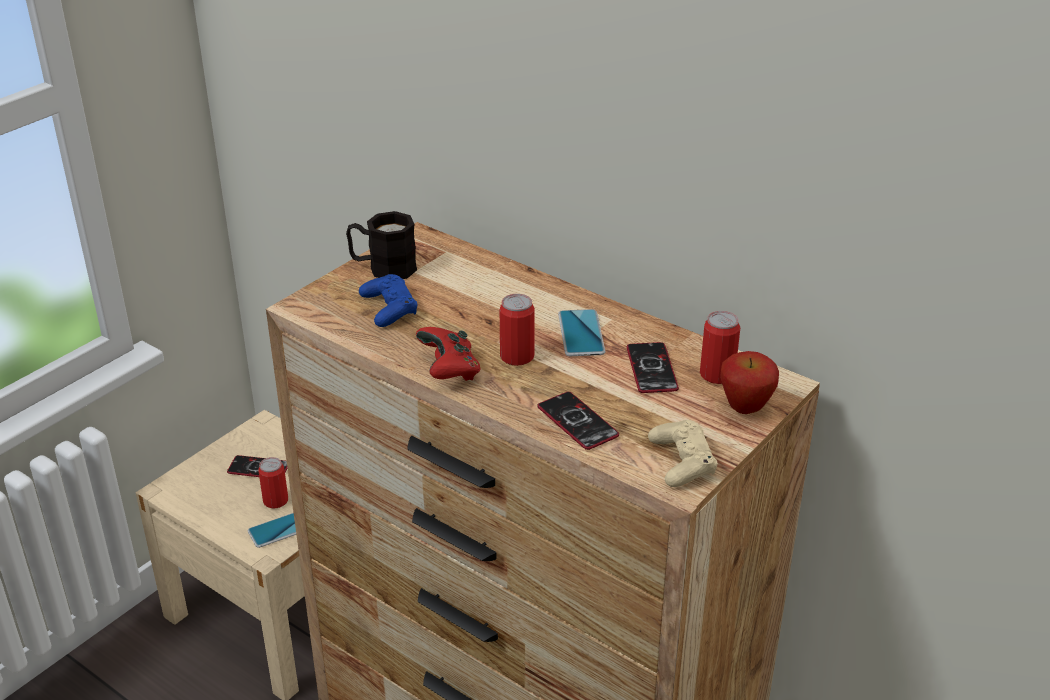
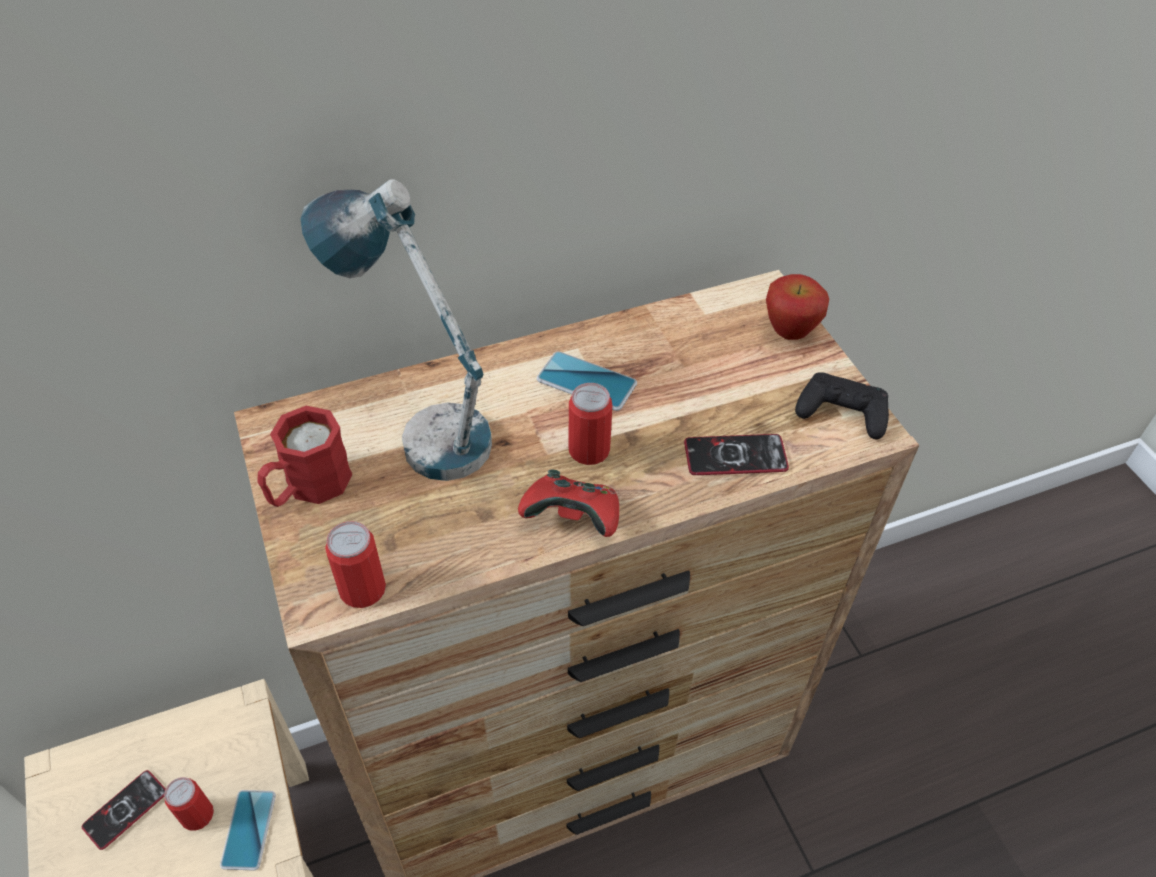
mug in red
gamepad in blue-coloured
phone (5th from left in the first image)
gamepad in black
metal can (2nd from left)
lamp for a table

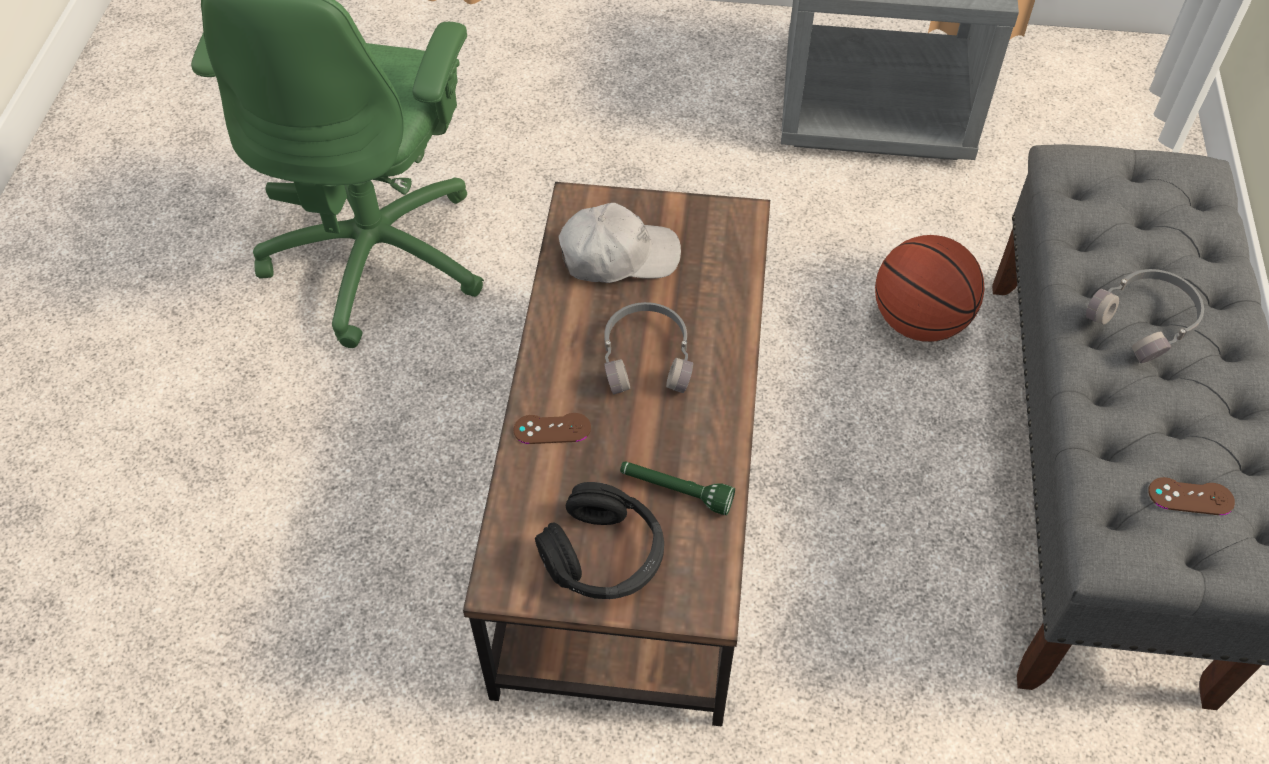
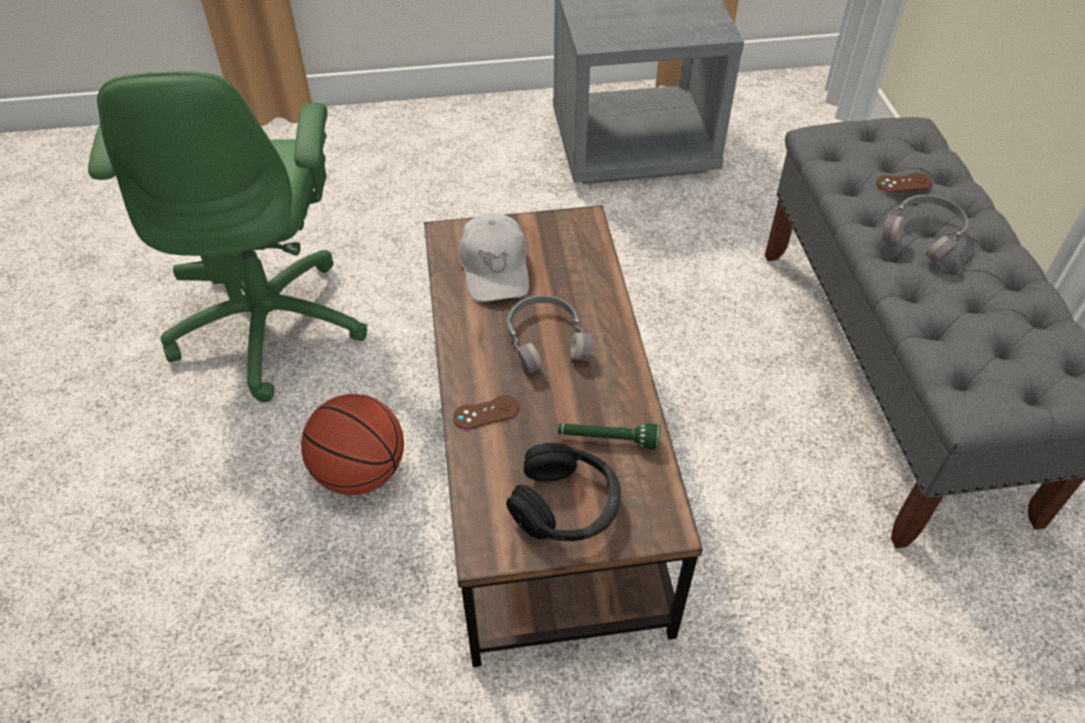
baseball cap in white-coloured
ball for basketball
gamepad in brownish (2nd from left)

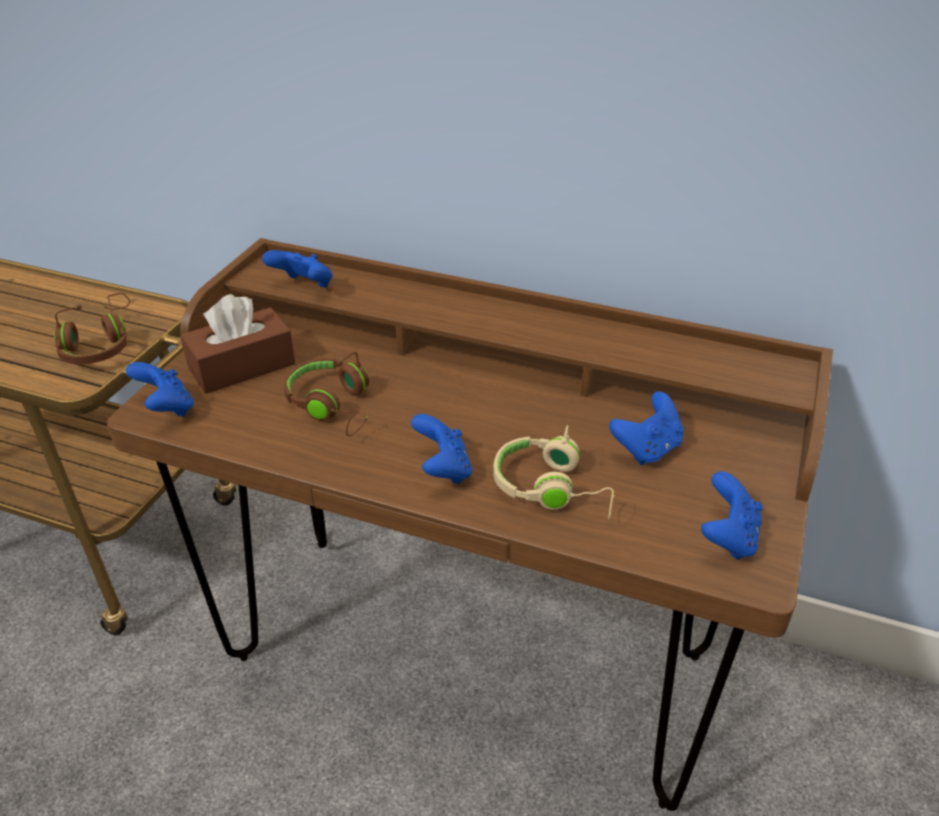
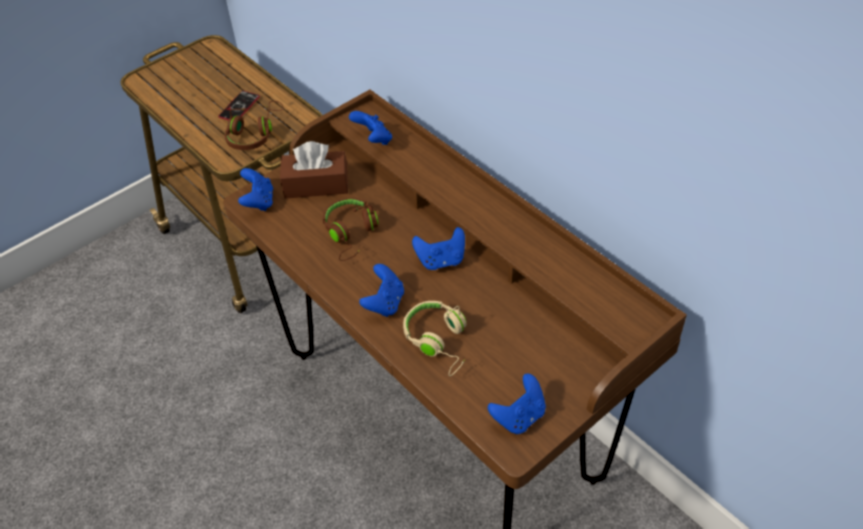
gamepad in blue-coloured (4th from left)
phone

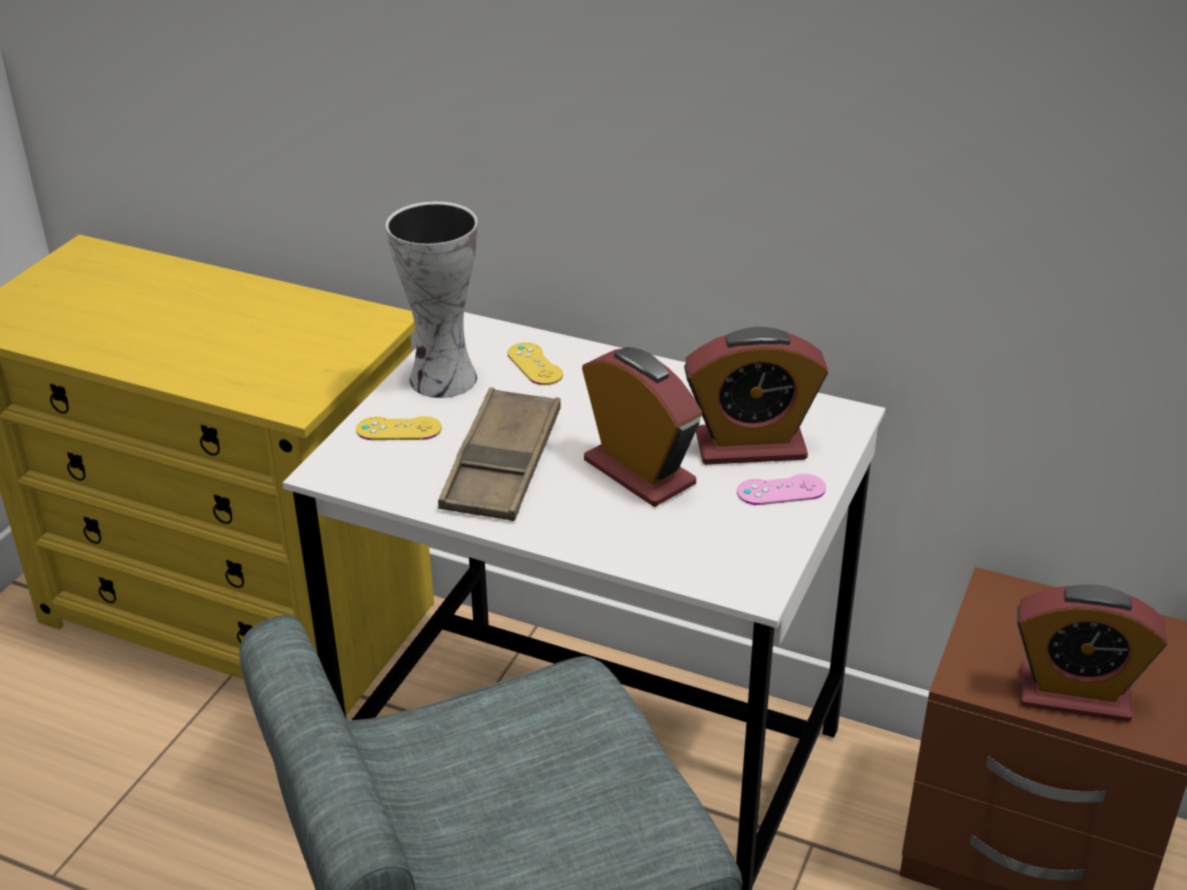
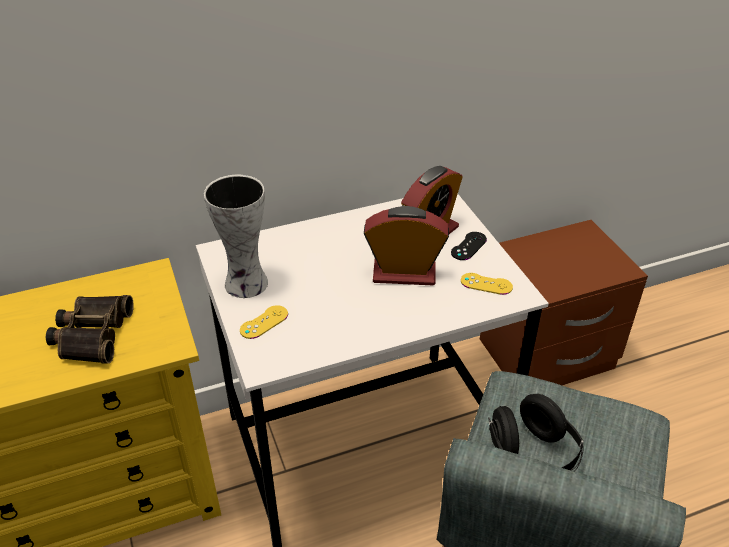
serving tray in brownish
gamepad in yellow-coloured (2nd from left)
gamepad in black
bedside clock (3rd from left in the first image)
pair of binoculars
headset in black

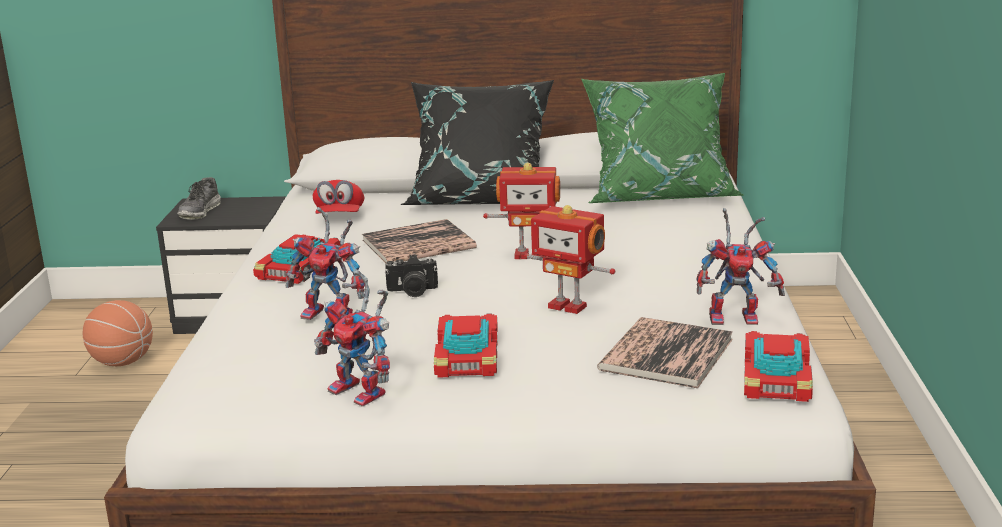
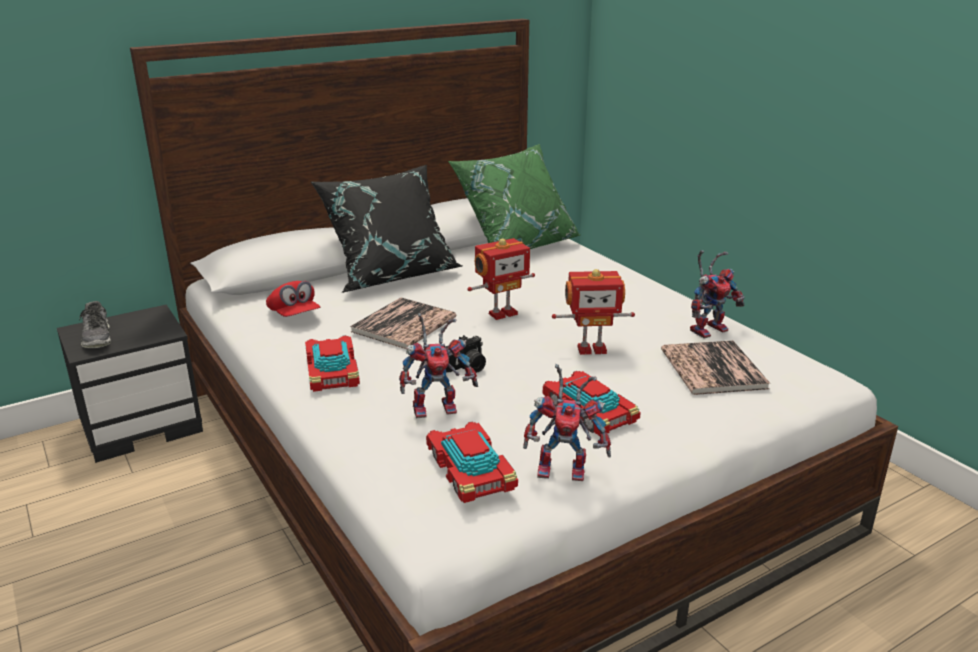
ball for basketball
toy car (2nd from left)

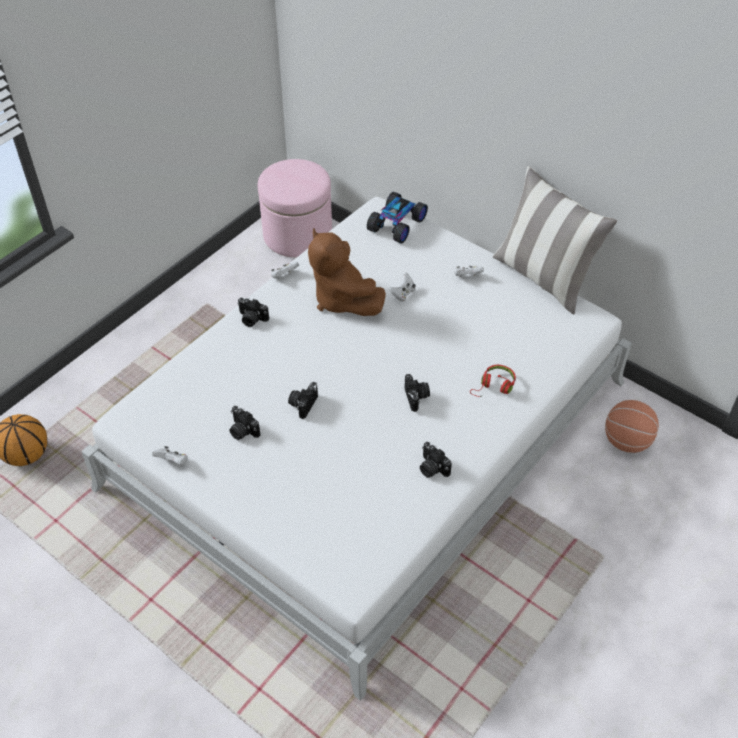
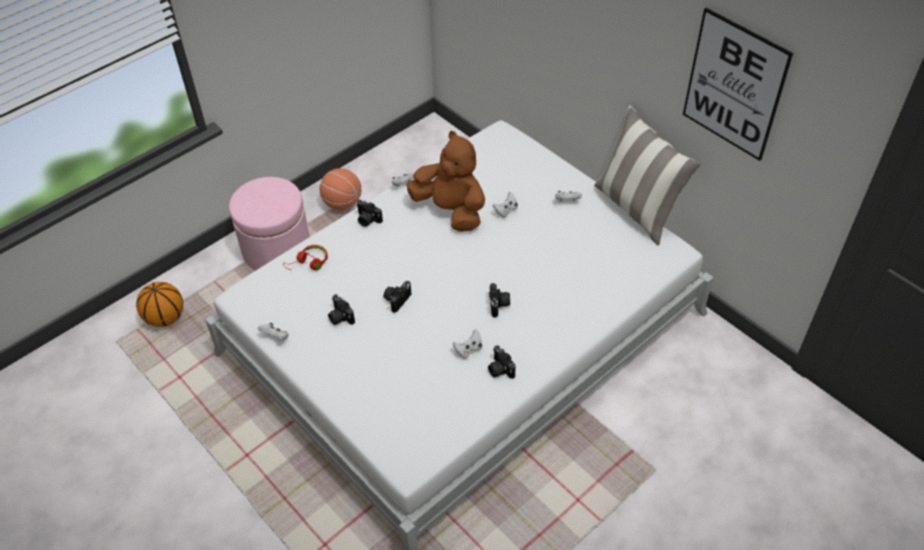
footrest in pink-coloured
cuddly toy in brownish
toy car
headset in red
ball for basketball (2nd from left)
gamepad in white-coloured (3rd from left)
wall art

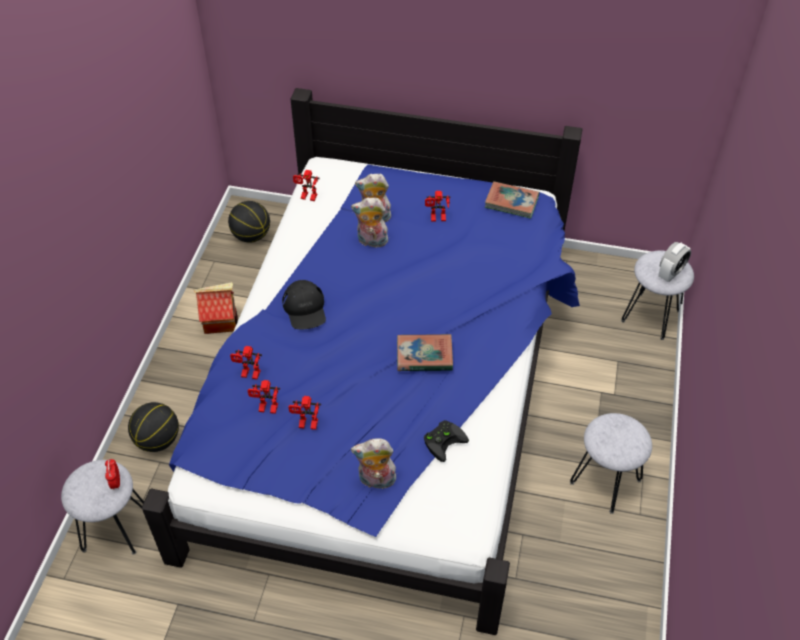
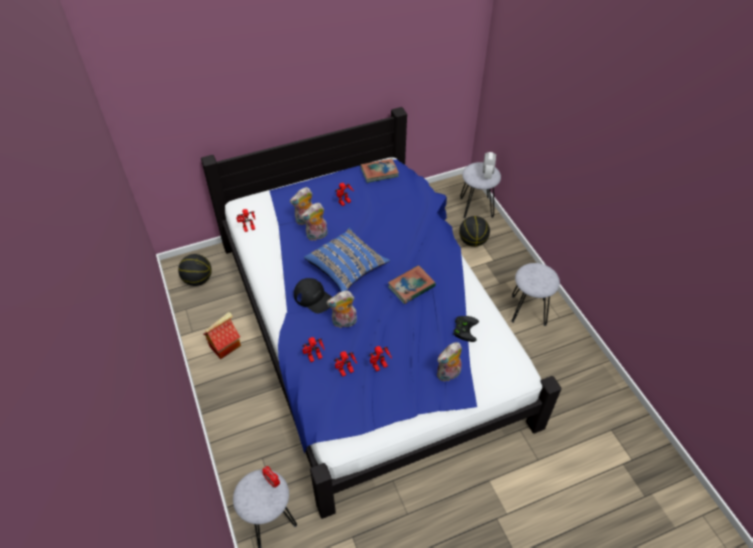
ball for basketball (2nd from left)
pillow in blue-coloured
cuddly toy (3rd from left)

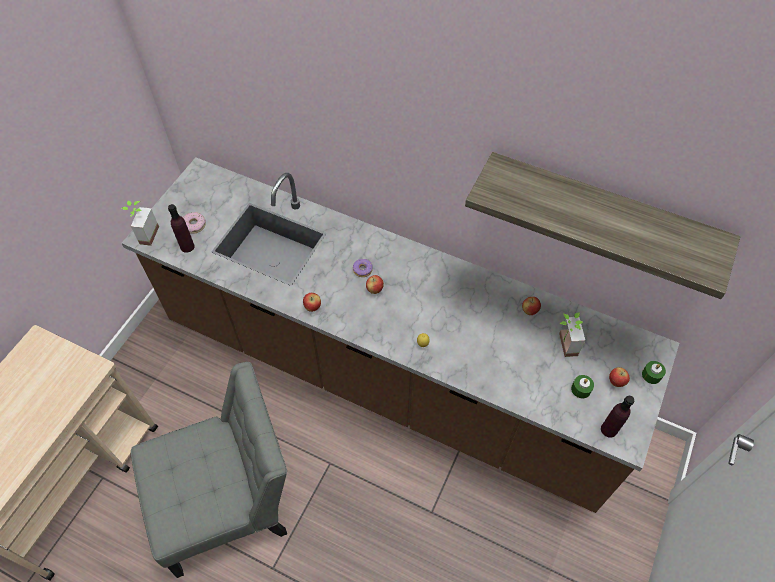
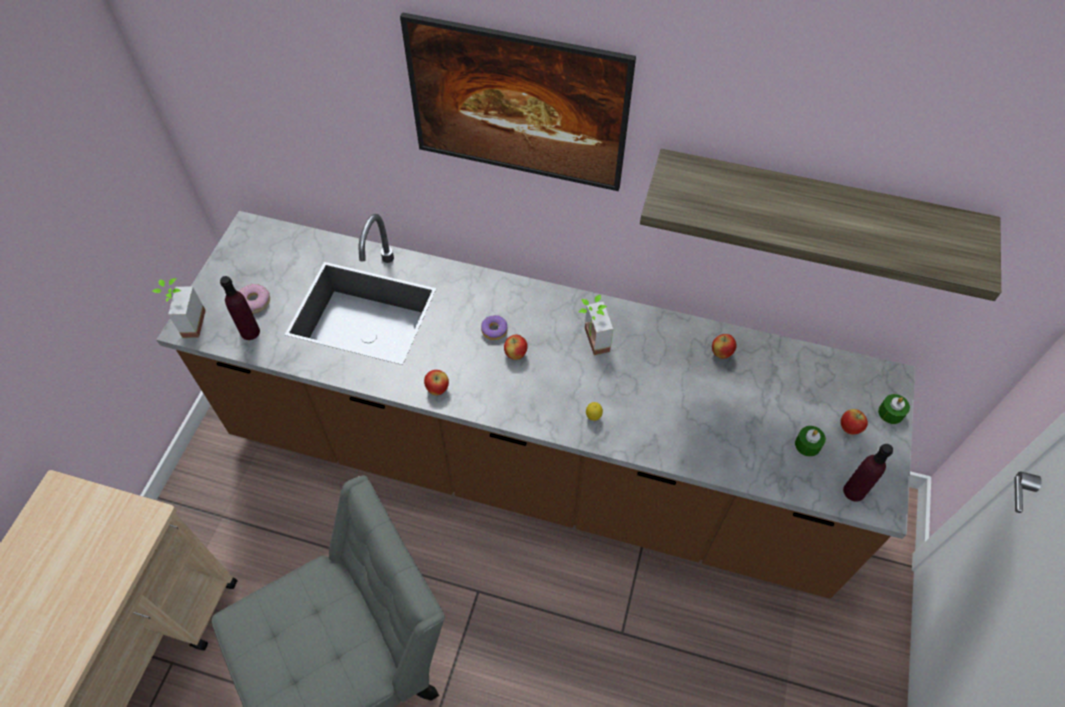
potted plant (2nd from left)
wall art

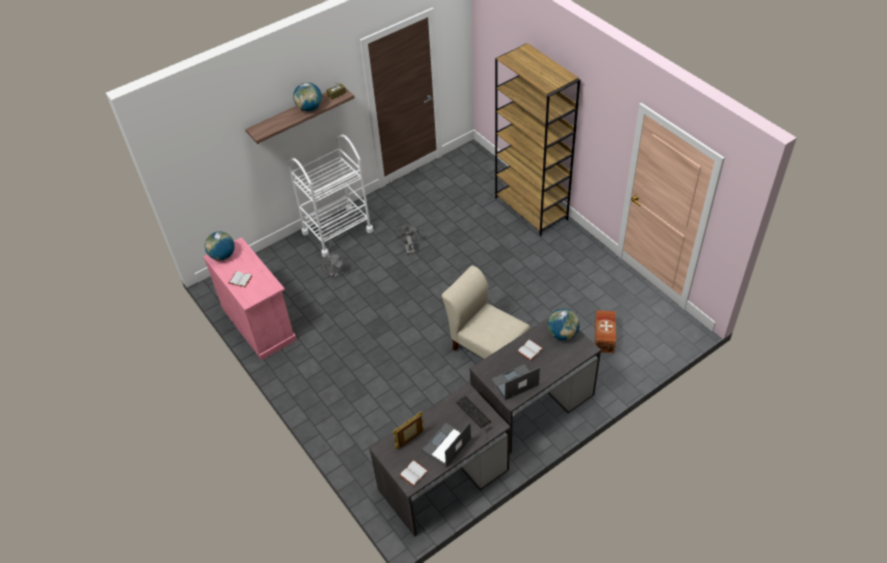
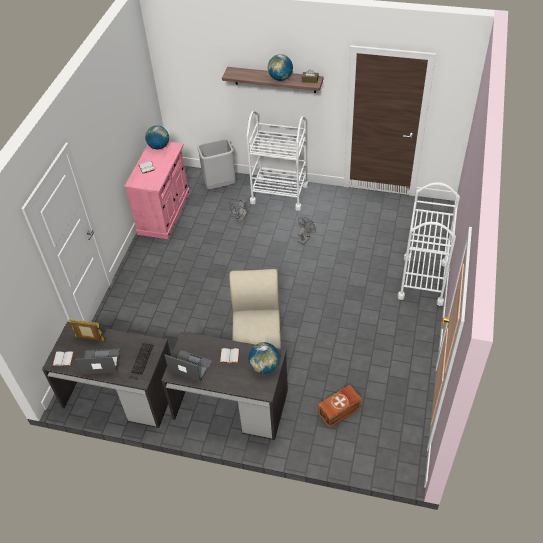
cart in white-coloured (2nd from left)
waste bin in greyish

